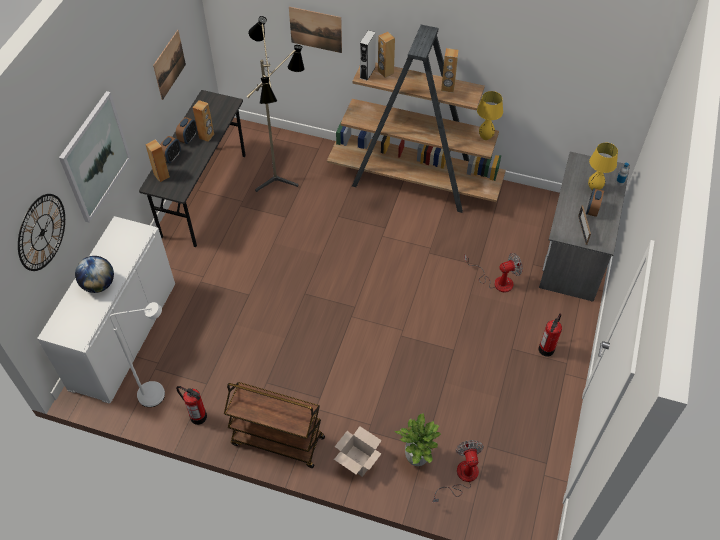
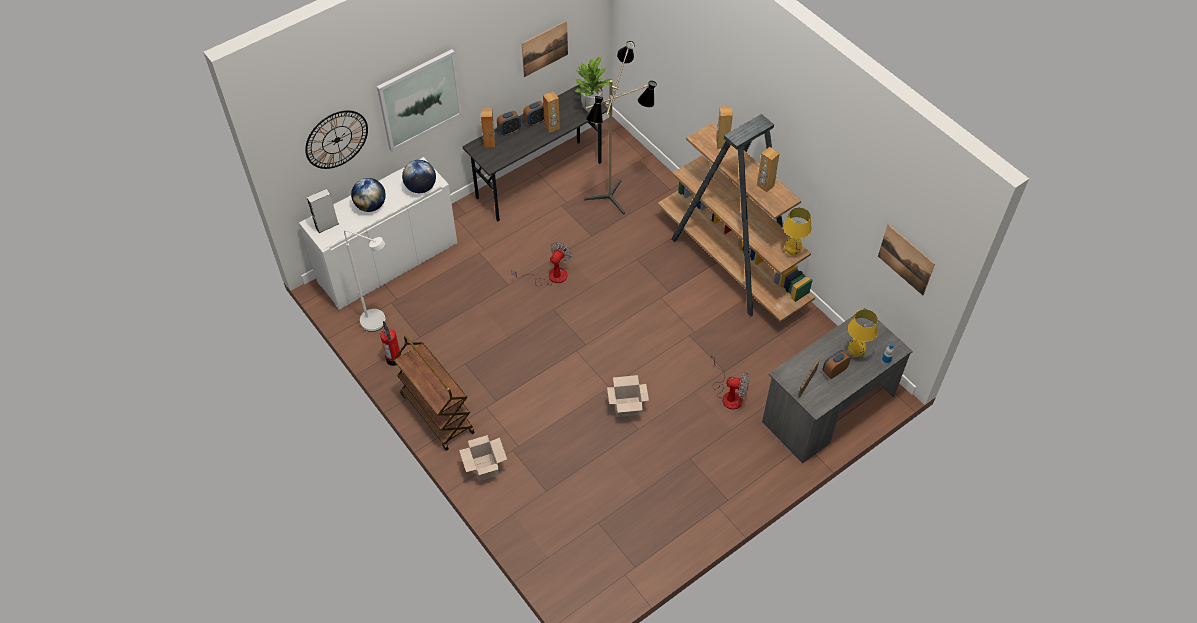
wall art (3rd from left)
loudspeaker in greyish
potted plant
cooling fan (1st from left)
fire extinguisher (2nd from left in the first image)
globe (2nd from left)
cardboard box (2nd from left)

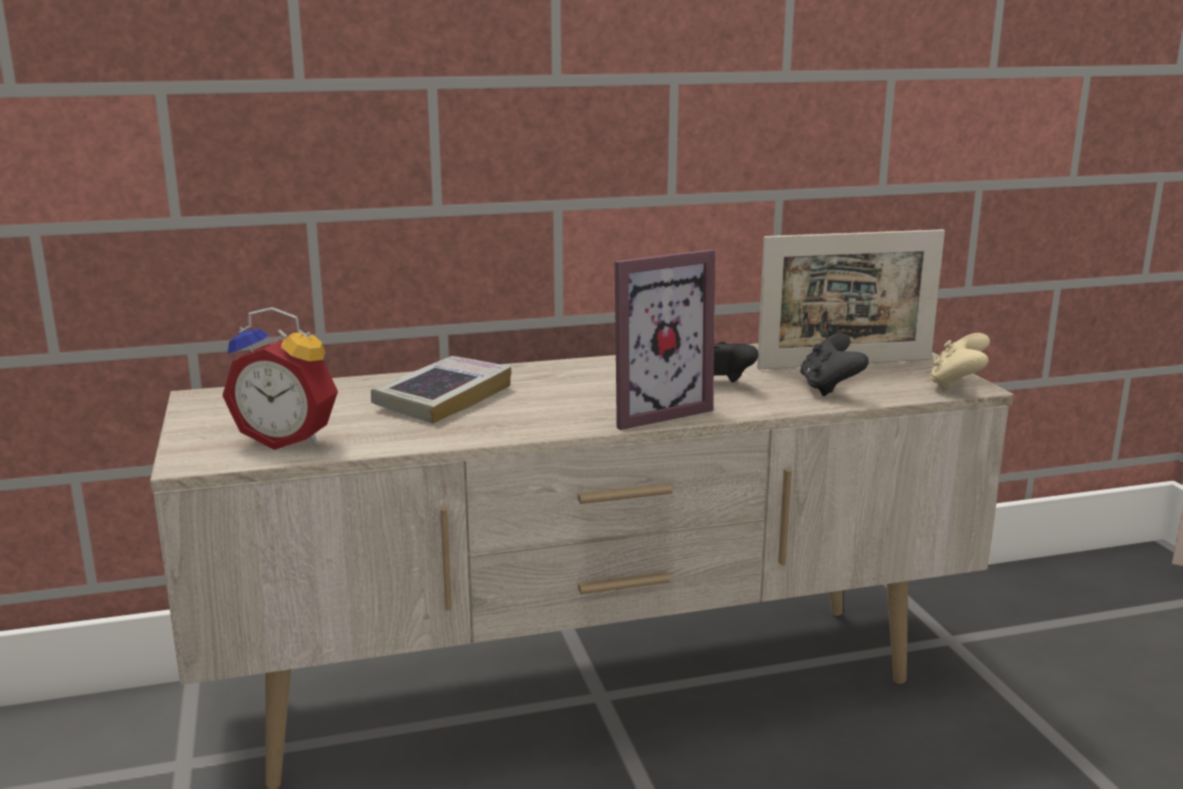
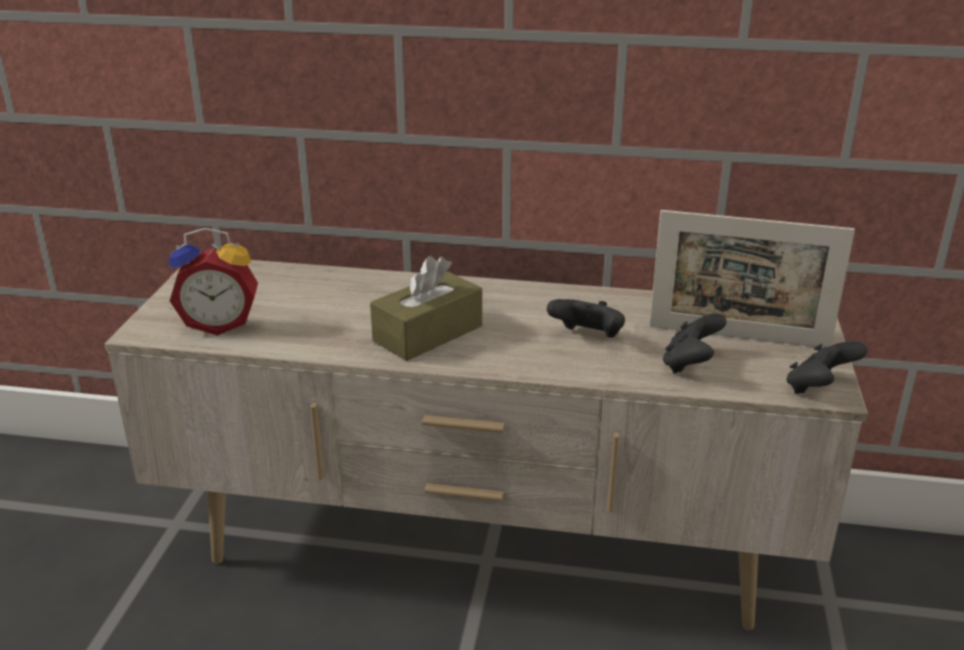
bedside clock
bound book
picture frame (1st from left in the first image)
gamepad in black (3rd from left)
tissue holder in brownish

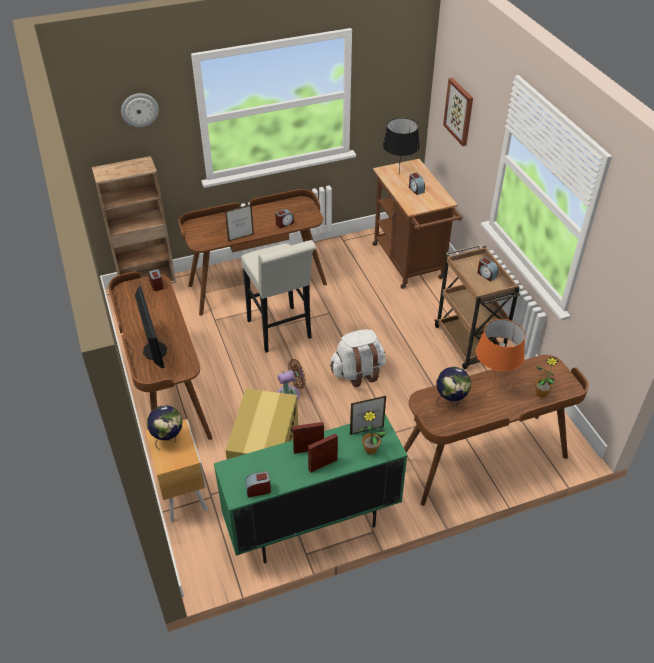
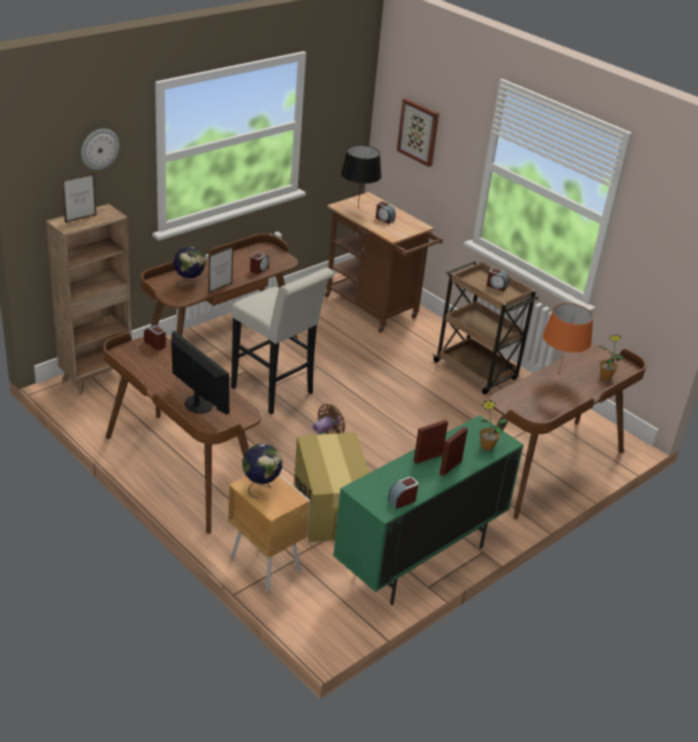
rucksack in white-coloured
picture frame (1st from left)
globe (1st from left)

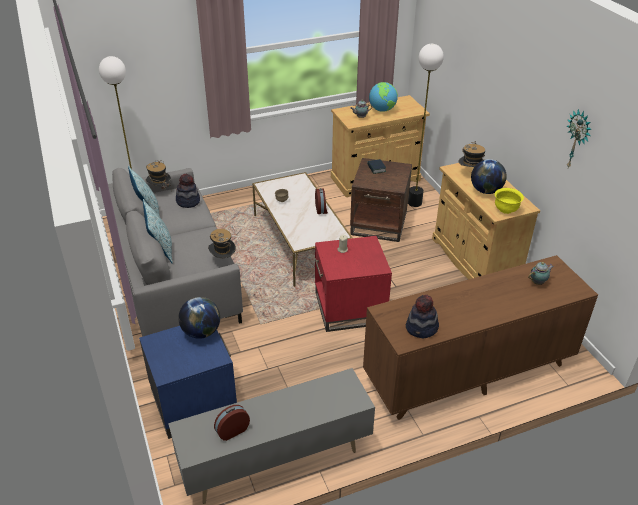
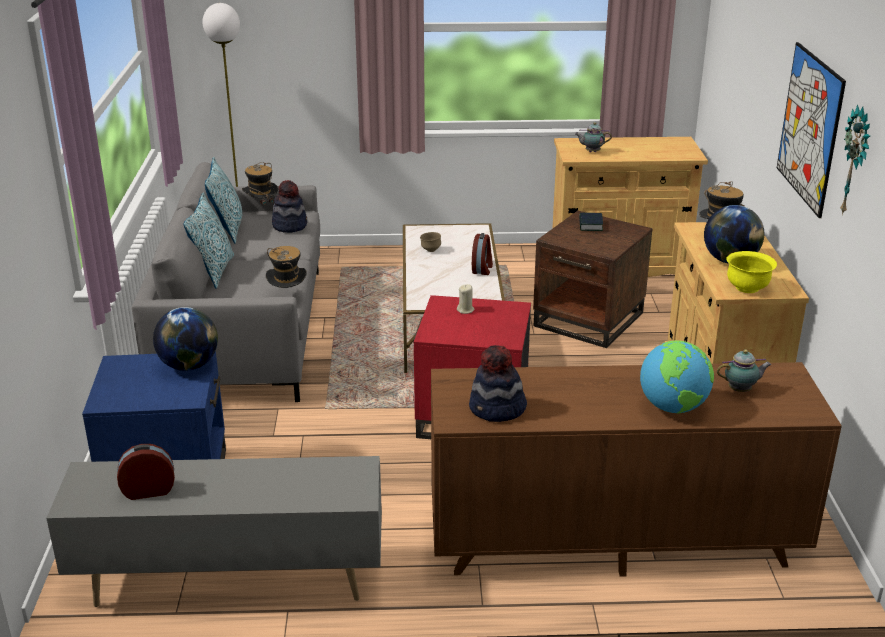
globe (2nd from left)
standing lamp (2nd from left in the first image)
wall art

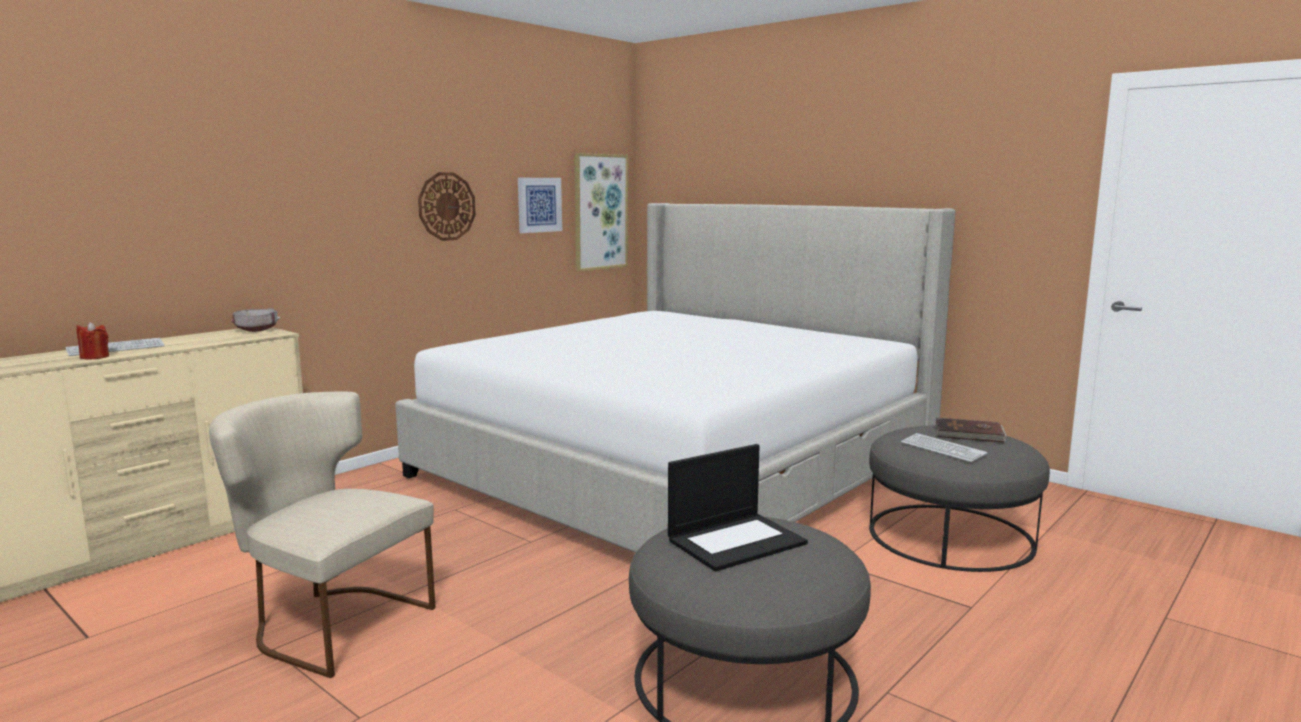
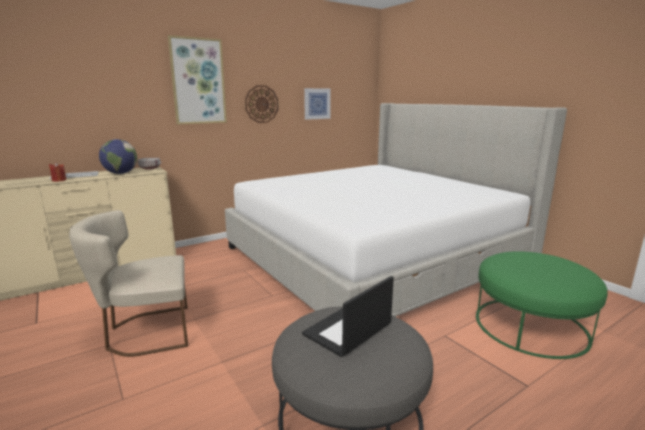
plain chair in sand-coloured
wall art (1st from left)
laptop
footrest in green
PC keyboard (2nd from left in the first image)
bound book in brownish
globe

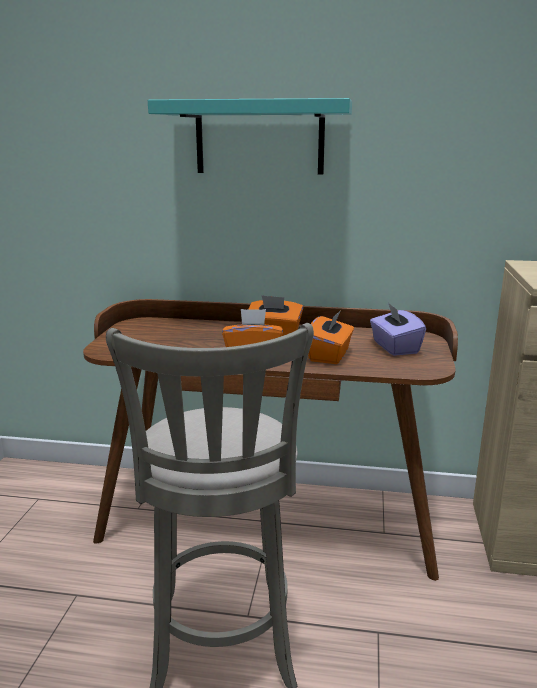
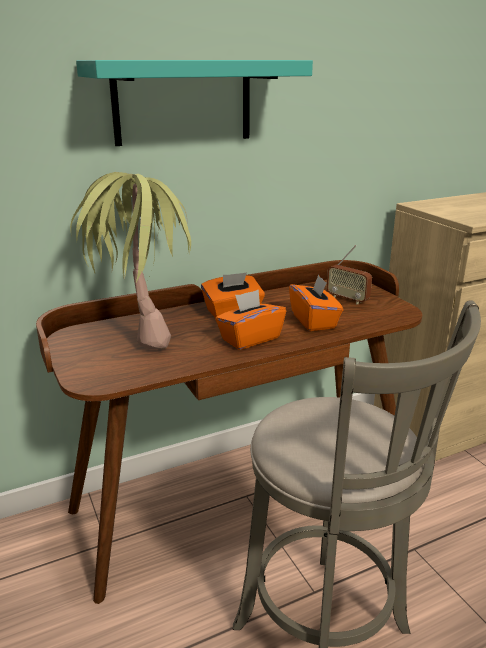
radio receiver
potted plant

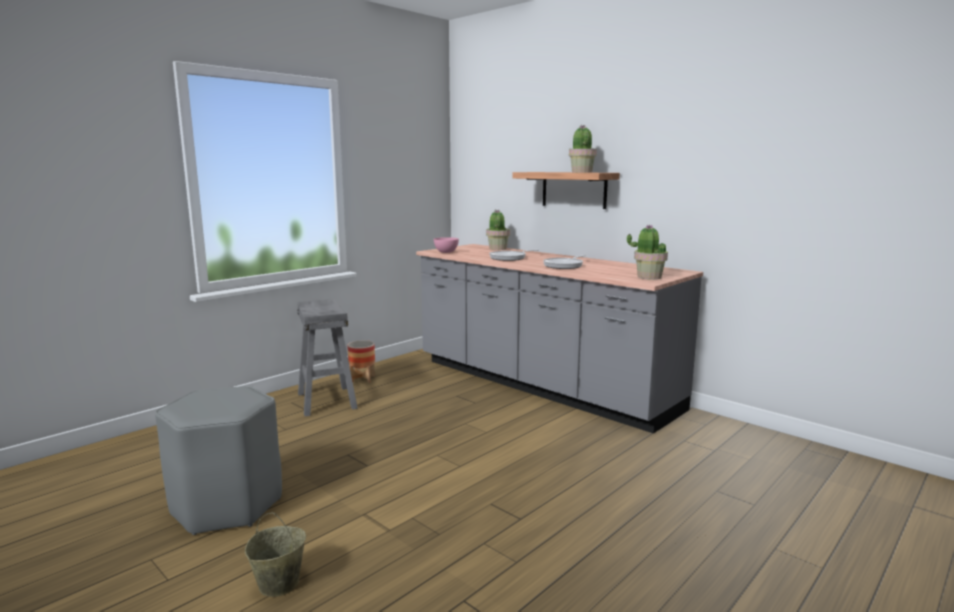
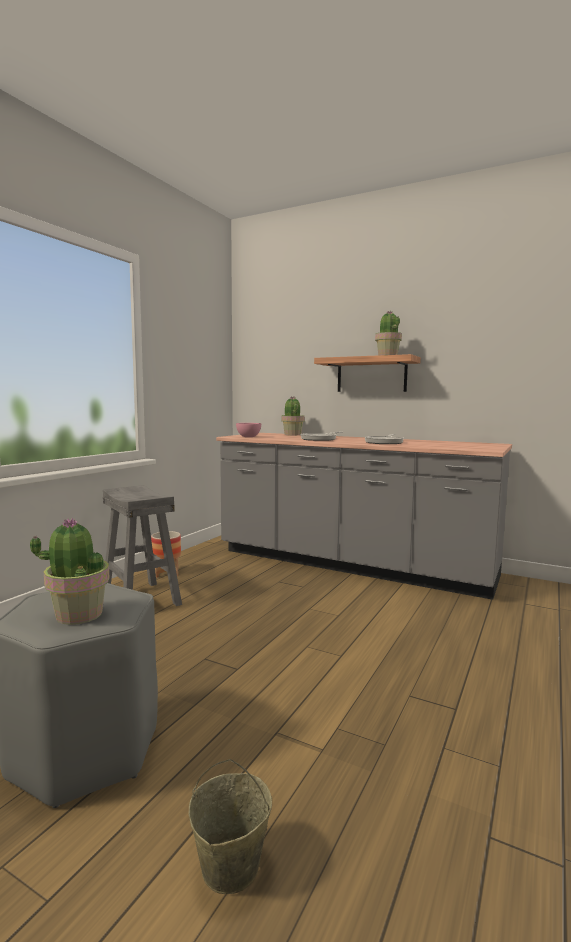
potted plant (1st from left)

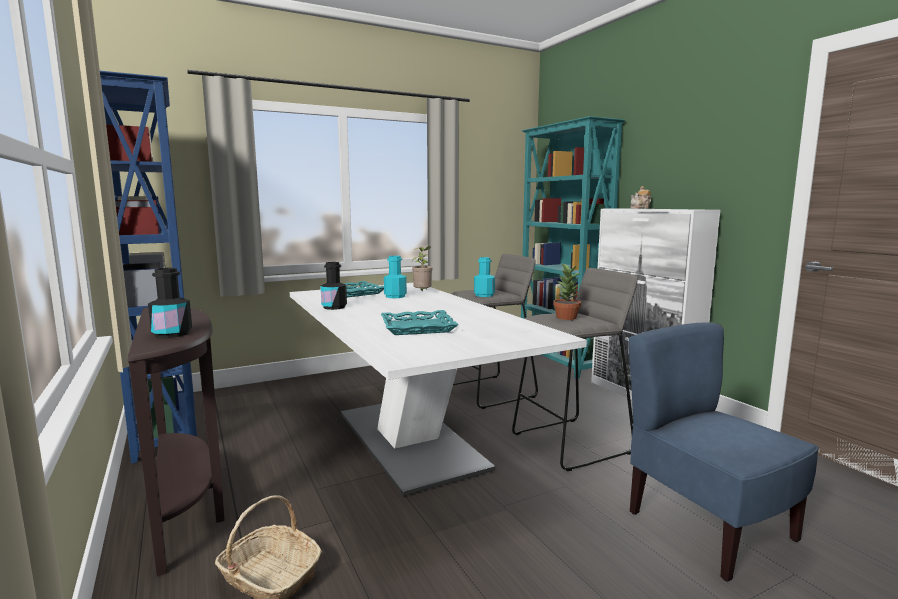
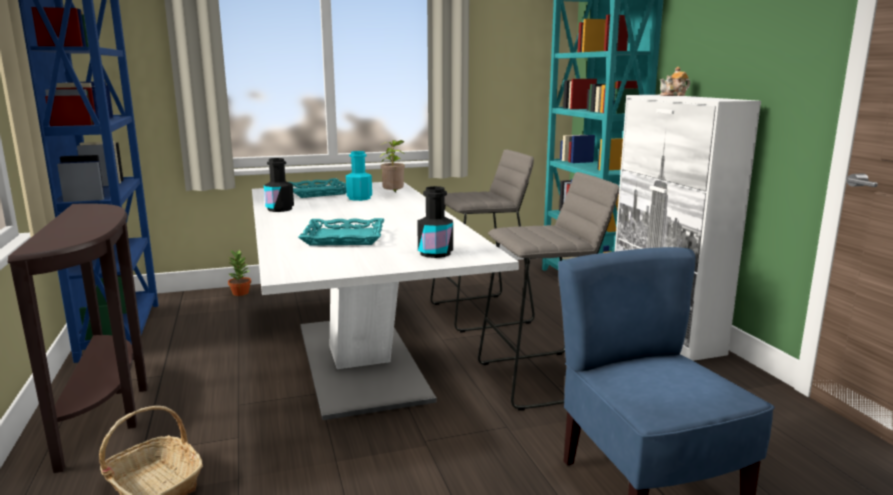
bottle in black (2nd from left)
bottle in turquoise-coloured (2nd from left in the first image)
potted plant (1st from left)

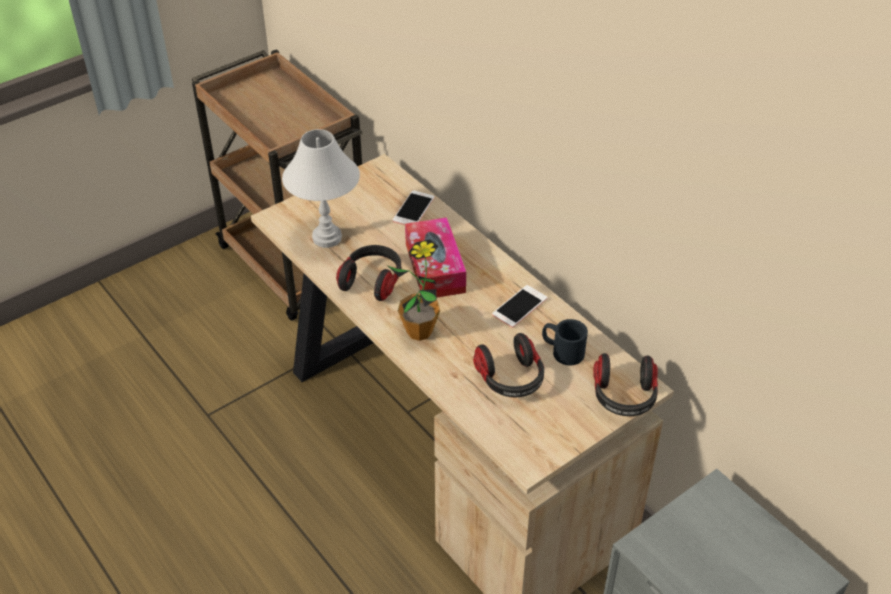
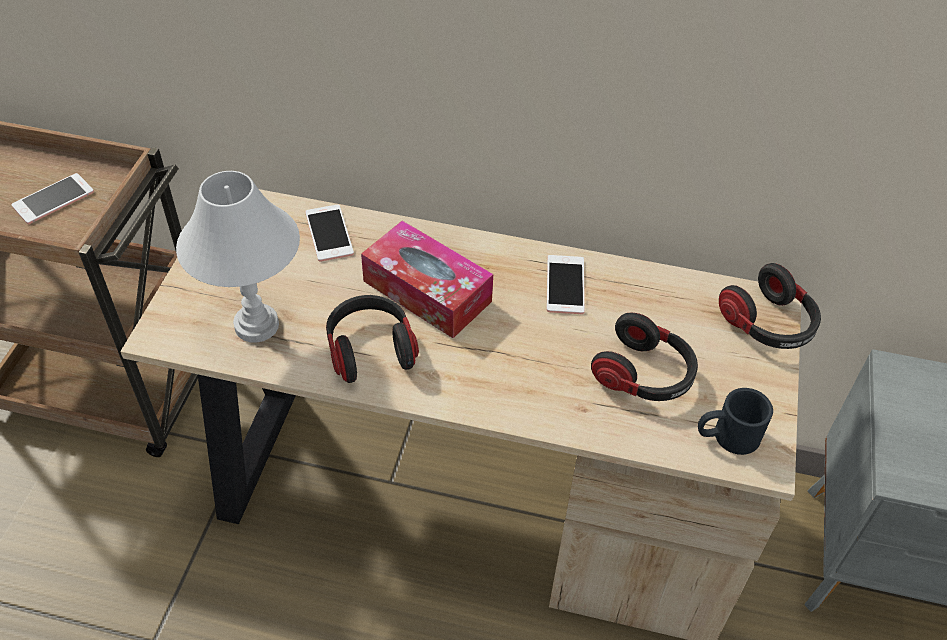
potted plant
mug in black
phone (1st from left)

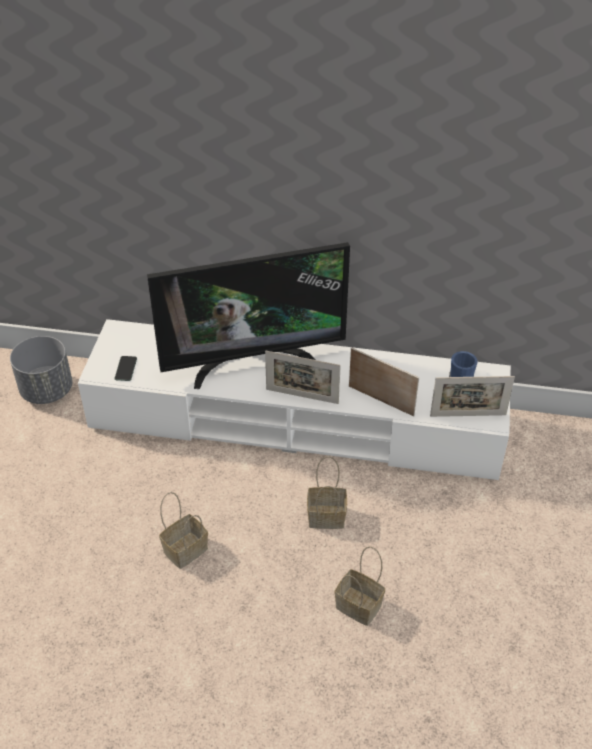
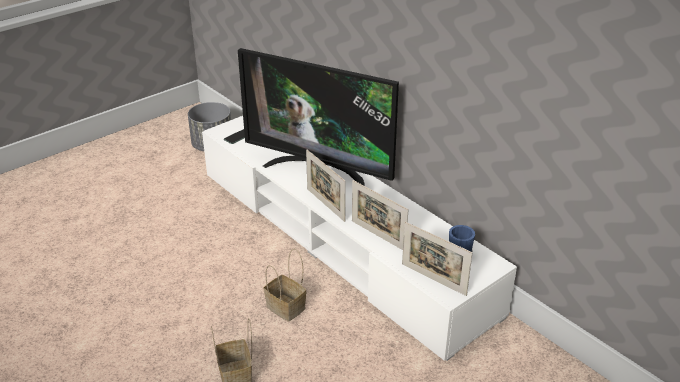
basket (1st from left in the first image)
picture frame (2nd from left)

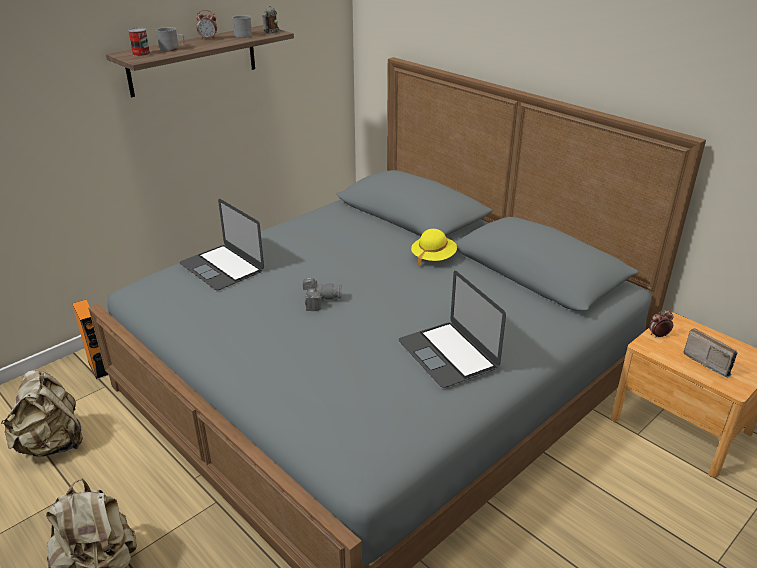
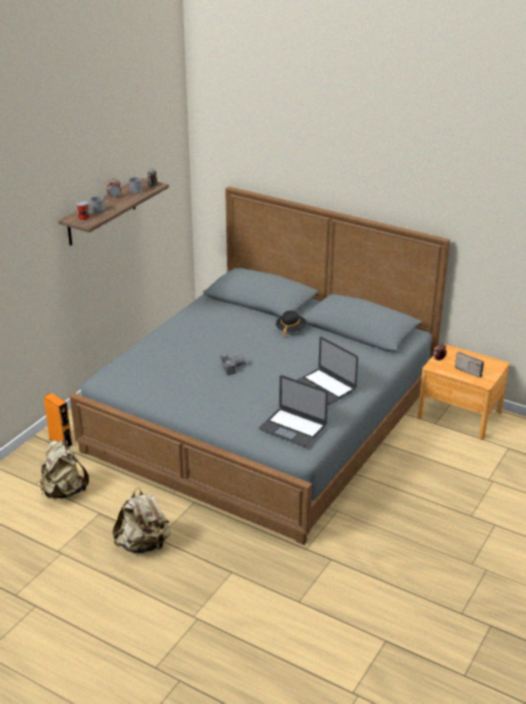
laptop (1st from left)
clothing hat in black

